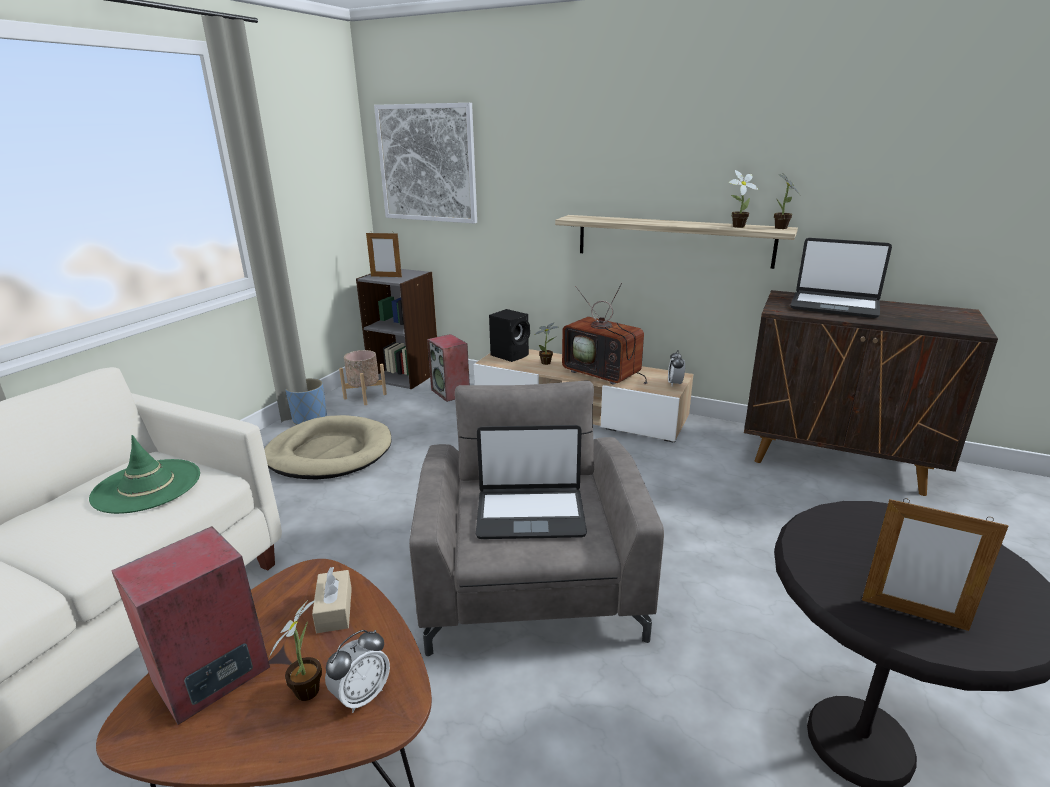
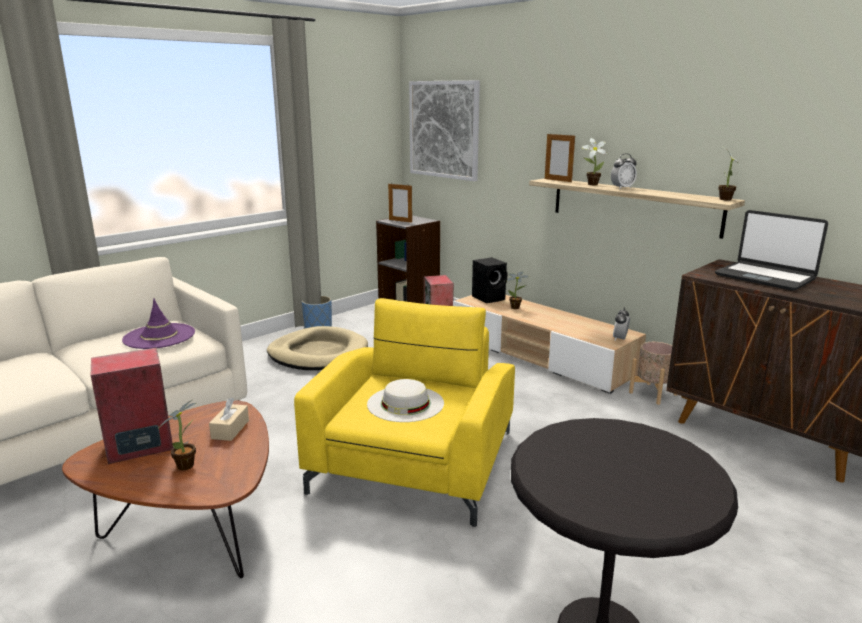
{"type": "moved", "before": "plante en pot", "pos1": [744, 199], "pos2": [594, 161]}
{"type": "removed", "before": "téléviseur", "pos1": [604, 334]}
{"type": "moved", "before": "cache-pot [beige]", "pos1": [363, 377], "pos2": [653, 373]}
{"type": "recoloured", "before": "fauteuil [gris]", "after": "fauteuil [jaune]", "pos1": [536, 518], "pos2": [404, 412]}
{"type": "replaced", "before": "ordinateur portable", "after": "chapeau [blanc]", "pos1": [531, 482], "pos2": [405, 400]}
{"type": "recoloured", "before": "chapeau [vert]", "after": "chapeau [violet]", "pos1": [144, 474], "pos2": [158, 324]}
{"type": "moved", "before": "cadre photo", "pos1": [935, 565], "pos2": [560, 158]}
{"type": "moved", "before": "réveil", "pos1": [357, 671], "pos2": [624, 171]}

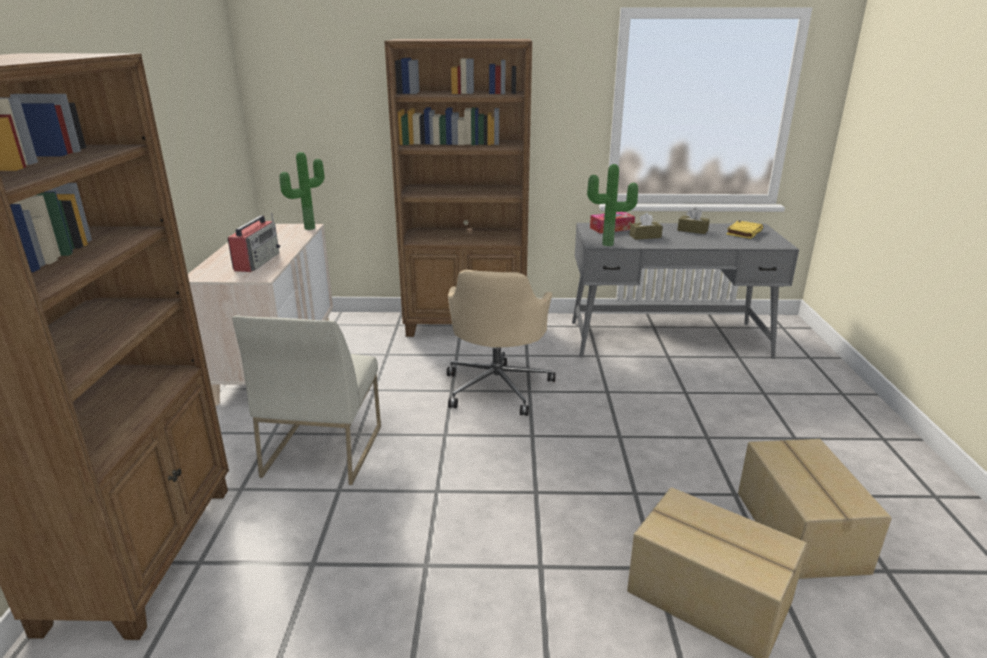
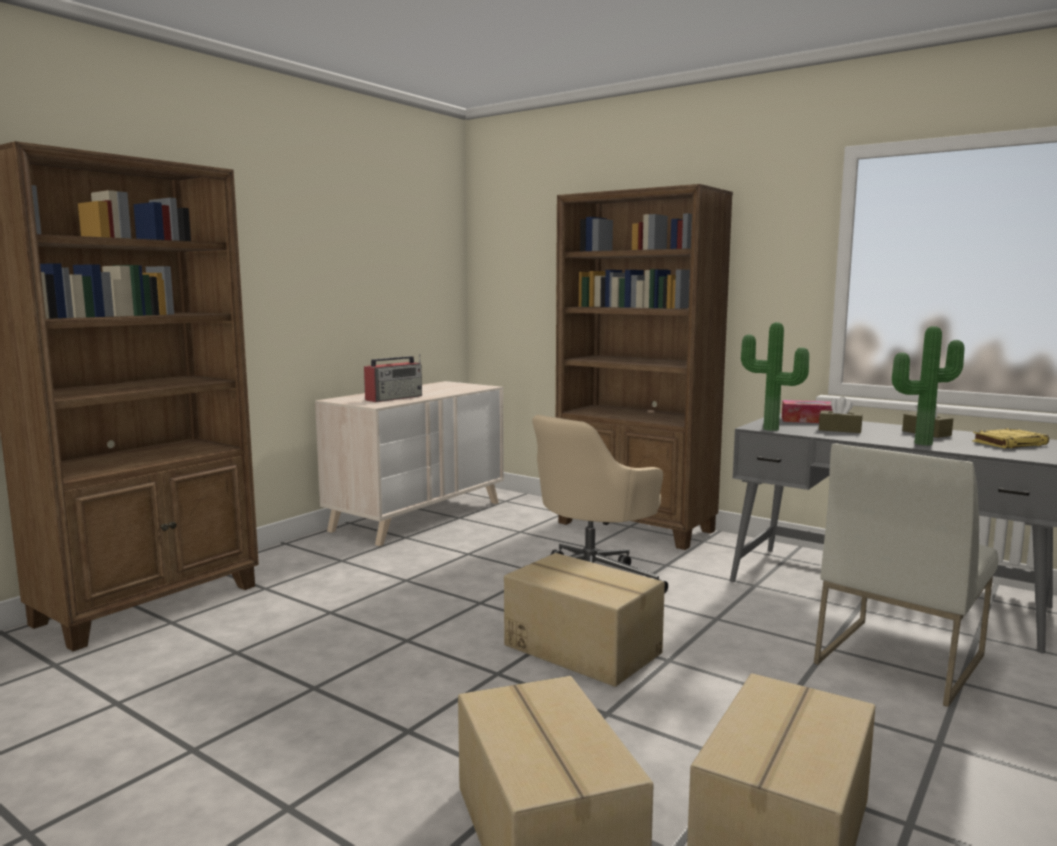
{"type": "moved", "before": "plante en pot", "pos1": [302, 191], "pos2": [928, 386]}
{"type": "moved", "before": "chaise [blanc]", "pos1": [306, 400], "pos2": [906, 575]}
{"type": "added", "after": "carton", "pos2": [584, 620]}

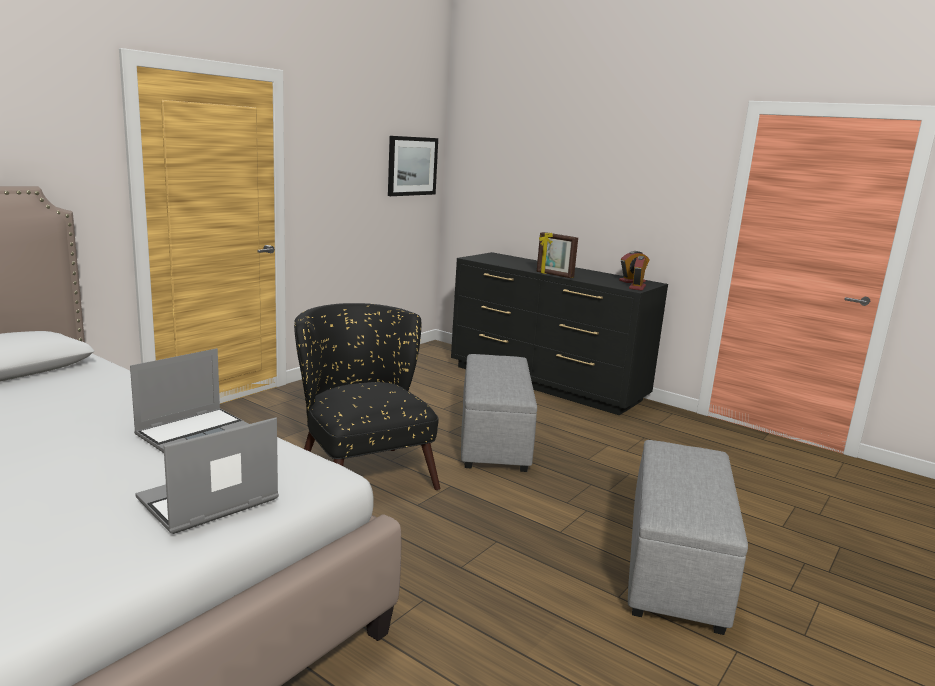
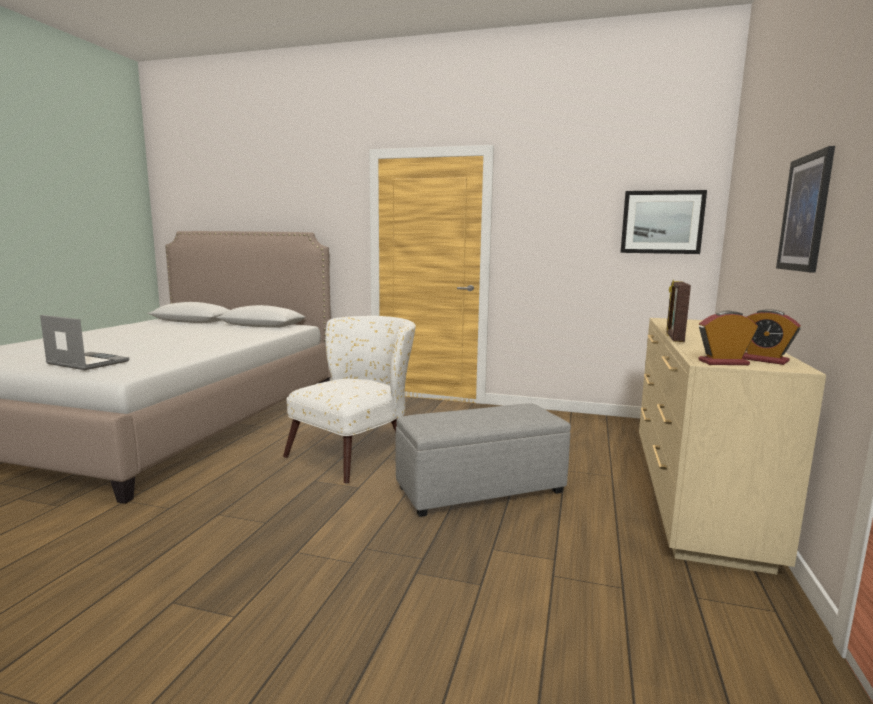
{"type": "recoloured", "before": "commode [noir]", "after": "commode [beige]", "pos1": [559, 333], "pos2": [732, 446]}
{"type": "recoloured", "before": "fauteuil [noir]", "after": "fauteuil [blanc]", "pos1": [367, 396], "pos2": [349, 400]}
{"type": "removed", "before": "ordinateur portable", "pos1": [189, 400]}
{"type": "removed", "before": "pouf [gris]", "pos1": [688, 537]}
{"type": "added", "after": "tableau", "pos2": [805, 209]}

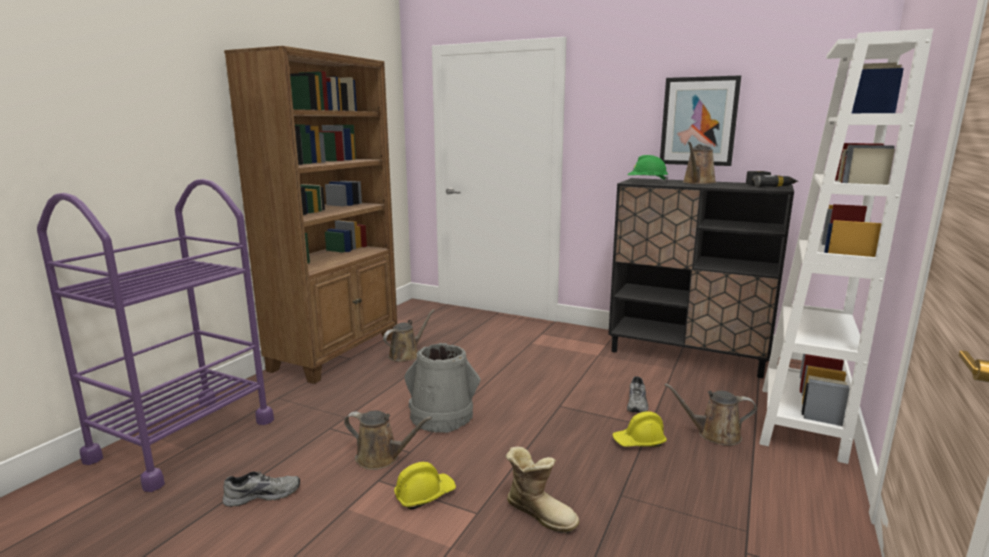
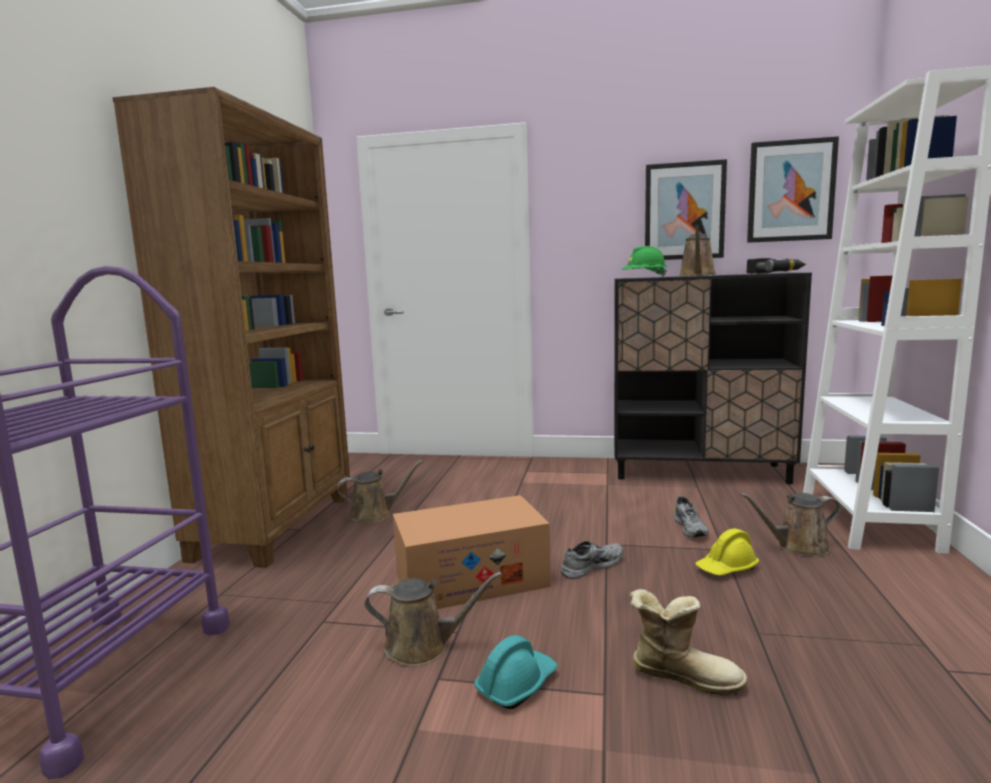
{"type": "turned", "before": "arrosoir [marron]", "pos1": [409, 335], "pos2": [380, 491], "turn": 45}
{"type": "replaced", "before": "seau [gris]", "after": "carton", "pos1": [442, 388], "pos2": [472, 552]}
{"type": "recoloured", "before": "casque de chantier [jaune]", "after": "casque de chantier [turquoise]", "pos1": [425, 486], "pos2": [516, 672]}
{"type": "moved", "before": "chaussure [gris]", "pos1": [261, 489], "pos2": [592, 560]}
{"type": "added", "after": "tableau", "pos2": [793, 189]}

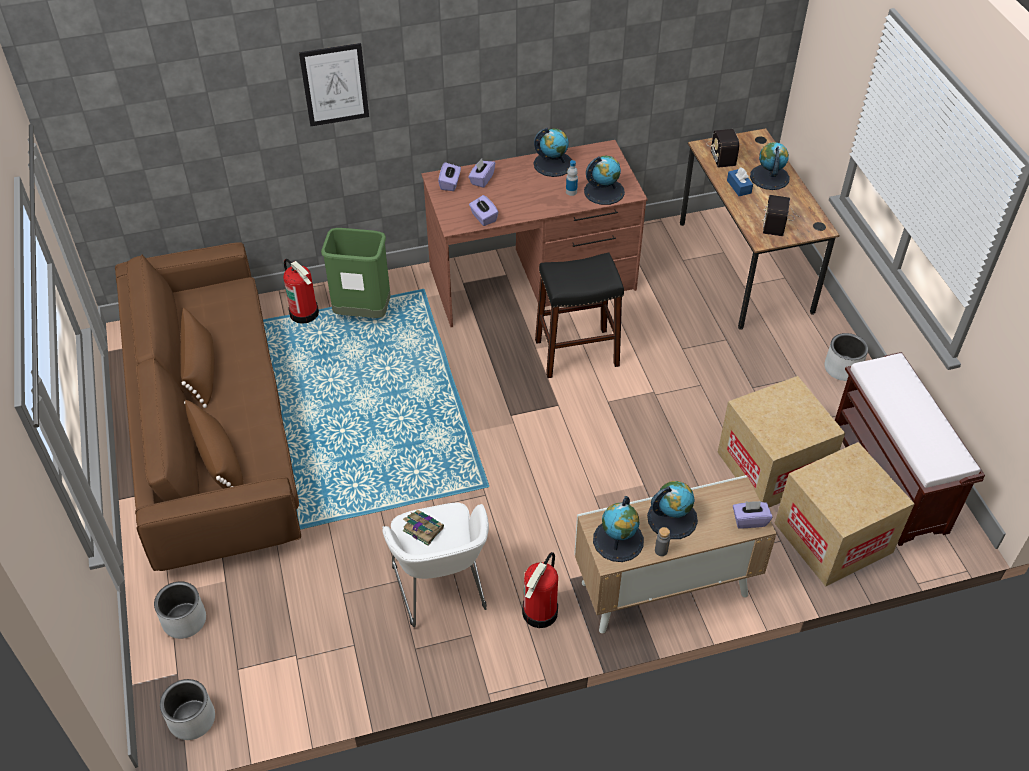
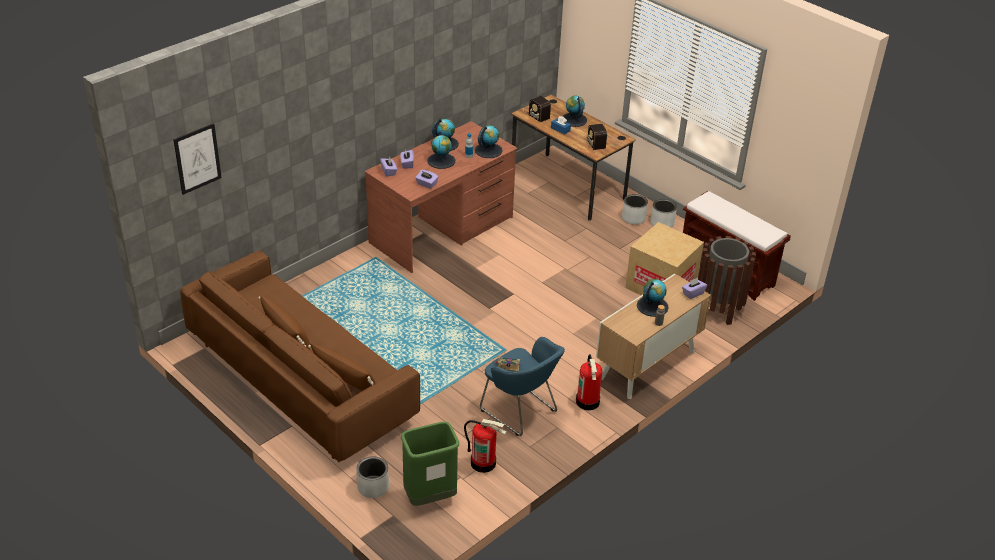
{"type": "moved", "before": "tableau", "pos1": [334, 84], "pos2": [197, 159]}
{"type": "moved", "before": "poubelle [vert]", "pos1": [356, 273], "pos2": [430, 464]}
{"type": "removed", "before": "tabouret [noir]", "pos1": [579, 315]}
{"type": "moved", "before": "extincteur", "pos1": [301, 291], "pos2": [485, 446]}
{"type": "replaced", "before": "carton", "after": "poubelle [marron]", "pos1": [845, 514], "pos2": [727, 280]}
{"type": "moved", "before": "globe", "pos1": [618, 529], "pos2": [441, 150]}
{"type": "recoloured", "before": "fauteuil [blanc]", "after": "fauteuil [bleu]", "pos1": [436, 565], "pos2": [522, 386]}
{"type": "moved", "before": "cache-pot [gris]", "pos1": [187, 709], "pos2": [635, 209]}

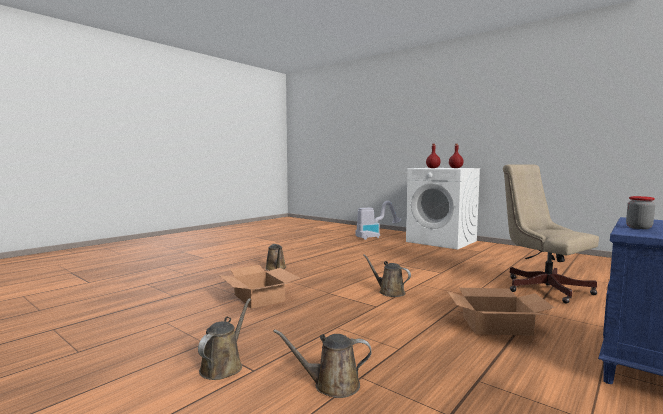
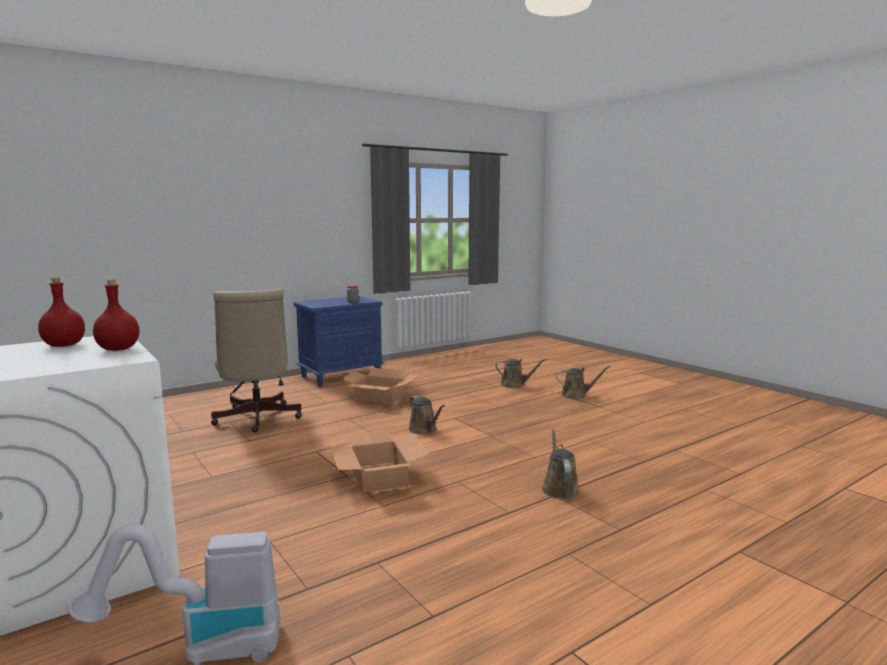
{"type": "moved", "before": "carton", "pos1": [259, 287], "pos2": [379, 461]}
{"type": "turned", "before": "arrosoir [marron]", "pos1": [224, 339], "pos2": [583, 382], "turn": -120}

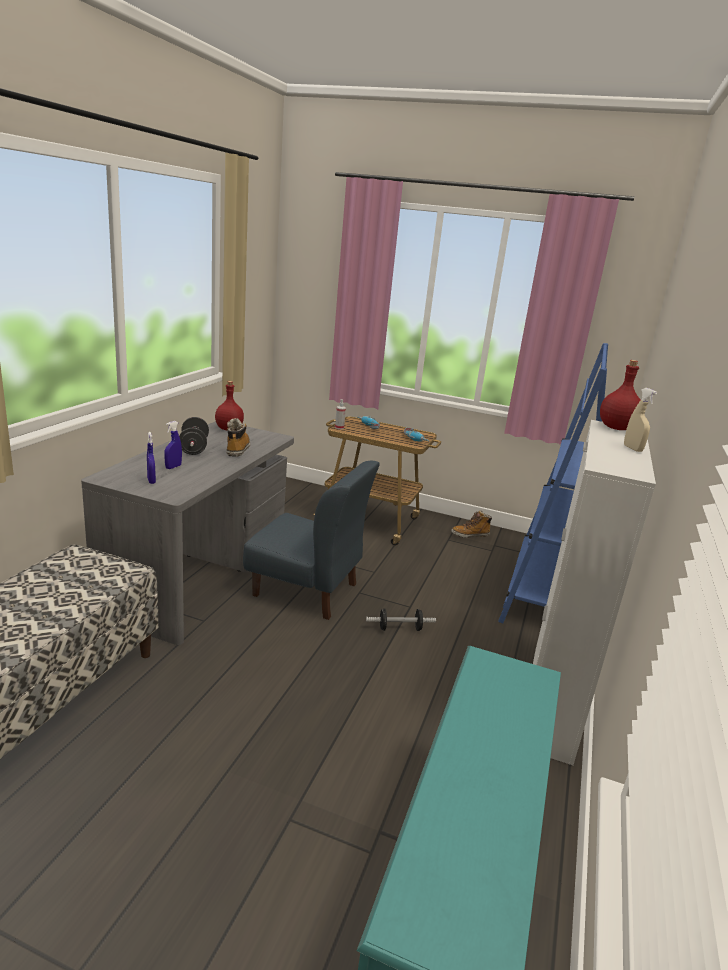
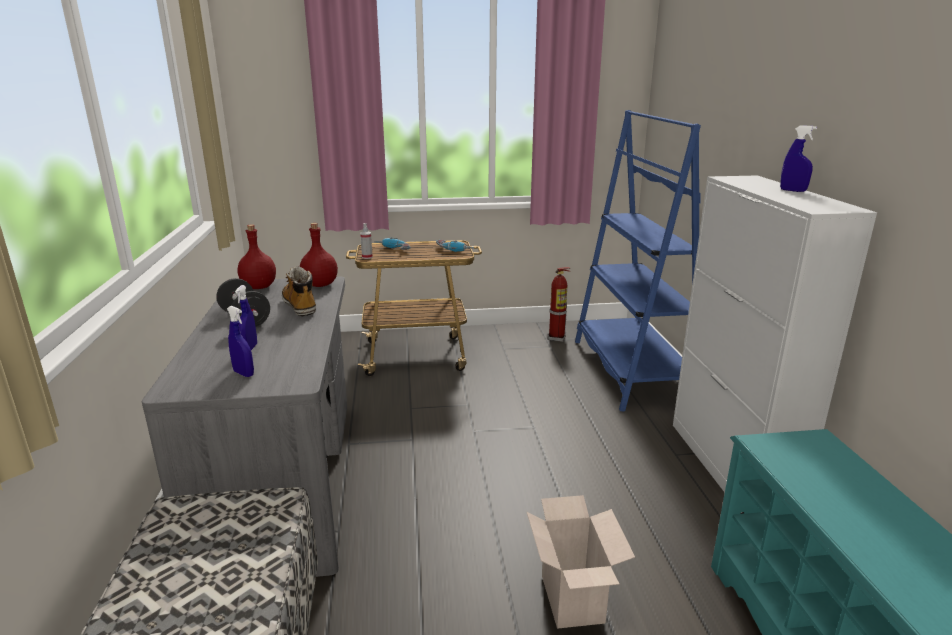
{"type": "moved", "before": "bouteille [rouge]", "pos1": [620, 395], "pos2": [319, 255]}
{"type": "recoloured", "before": "vaporisateur [beige]", "after": "vaporisateur [bleu]", "pos1": [640, 420], "pos2": [798, 158]}
{"type": "removed", "before": "chaise [bleu]", "pos1": [311, 540]}
{"type": "removed", "before": "botte", "pos1": [472, 524]}
{"type": "removed", "before": "haltère", "pos1": [401, 619]}
{"type": "added", "after": "extincteur", "pos2": [559, 304]}
{"type": "added", "after": "carton", "pos2": [581, 562]}

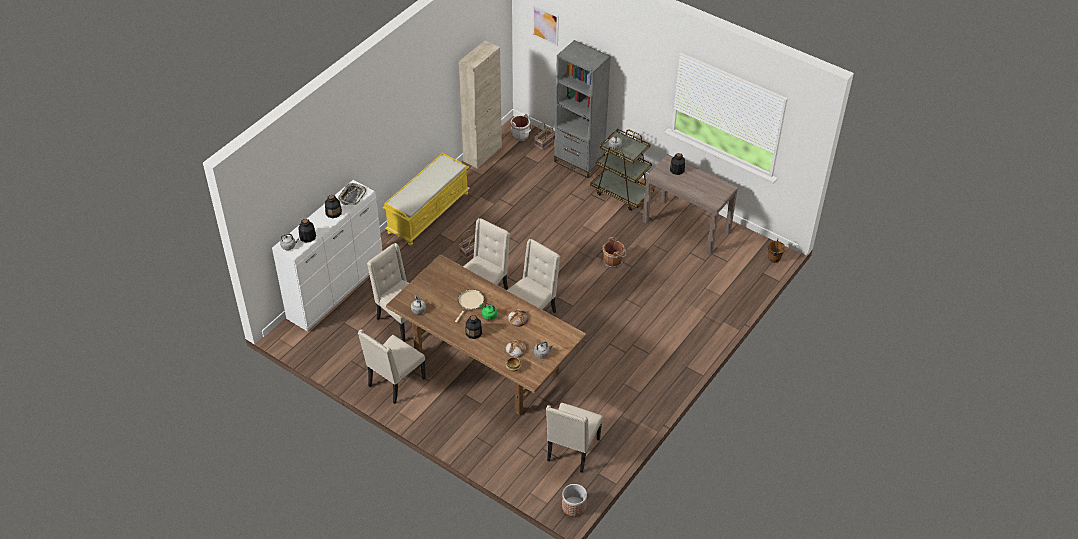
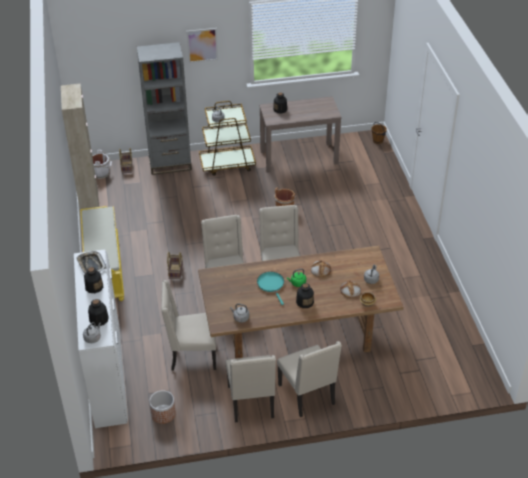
{"type": "moved", "before": "tableau", "pos1": [546, 25], "pos2": [202, 45]}
{"type": "recoloured", "before": "poêle [beige]", "after": "poêle [turquoise]", "pos1": [469, 306], "pos2": [270, 288]}
{"type": "moved", "before": "chaise [beige]", "pos1": [574, 438], "pos2": [309, 379]}
{"type": "moved", "before": "cache-pot", "pos1": [574, 500], "pos2": [162, 407]}

